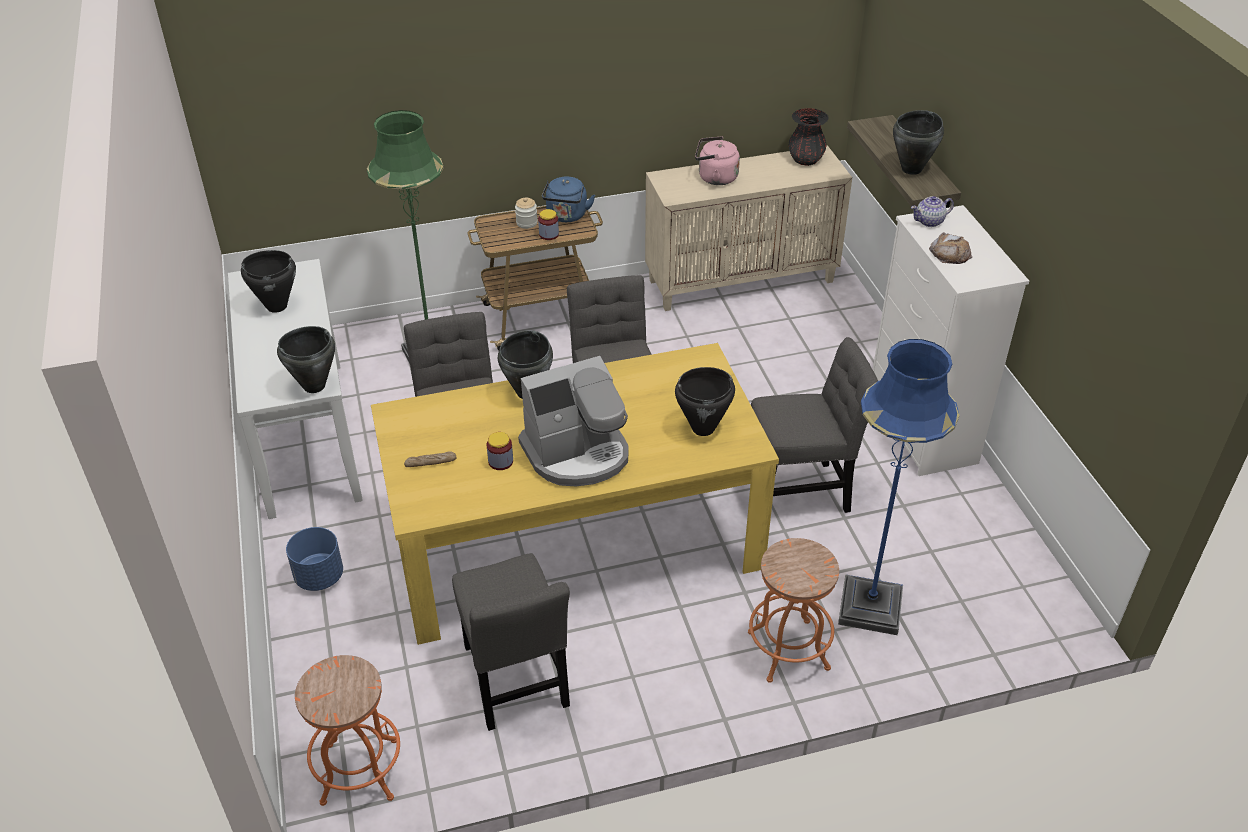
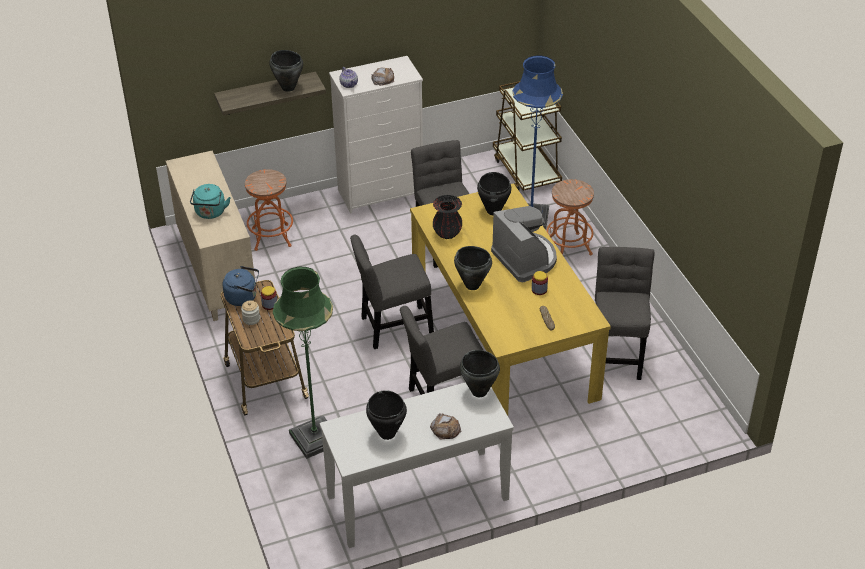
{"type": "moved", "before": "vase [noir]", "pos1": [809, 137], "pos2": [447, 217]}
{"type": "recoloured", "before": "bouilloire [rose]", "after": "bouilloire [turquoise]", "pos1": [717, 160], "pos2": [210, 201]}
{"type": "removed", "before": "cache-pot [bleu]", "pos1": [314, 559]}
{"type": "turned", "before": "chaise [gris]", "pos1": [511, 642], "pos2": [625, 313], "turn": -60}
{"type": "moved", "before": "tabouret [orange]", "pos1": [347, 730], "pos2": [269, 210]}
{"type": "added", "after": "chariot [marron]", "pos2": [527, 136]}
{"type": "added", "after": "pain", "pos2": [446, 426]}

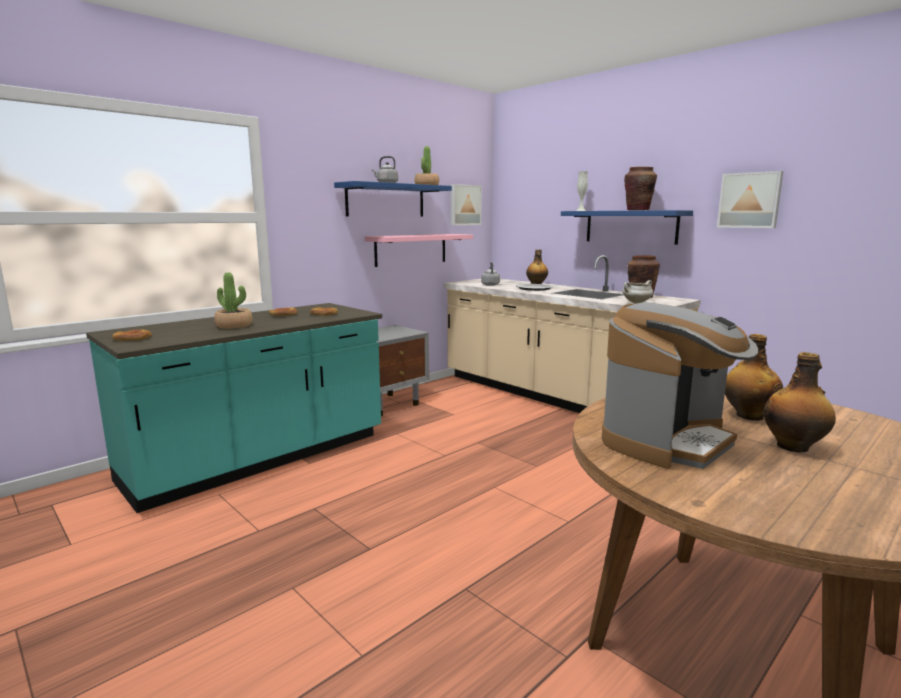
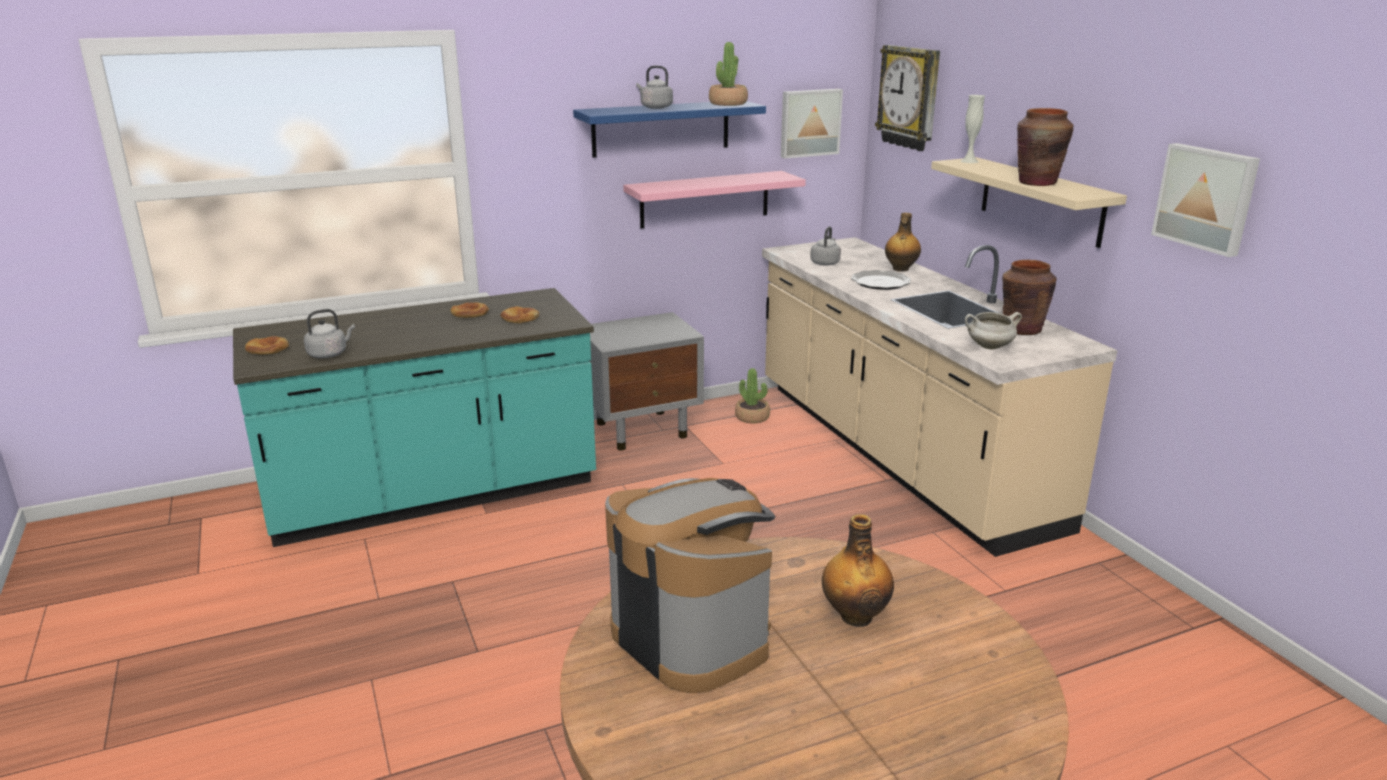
{"type": "recoloured", "before": "étagère [bleu]", "after": "étagère [beige]", "pos1": [627, 227], "pos2": [1029, 202]}
{"type": "moved", "before": "plante en pot", "pos1": [233, 300], "pos2": [752, 396]}
{"type": "turned", "before": "machine à café", "pos1": [680, 385], "pos2": [690, 585], "turn": -105}
{"type": "removed", "before": "bouteille", "pos1": [800, 402]}
{"type": "added", "after": "horloge murale", "pos2": [907, 98]}
{"type": "added", "after": "bouilloire [gris]", "pos2": [329, 333]}

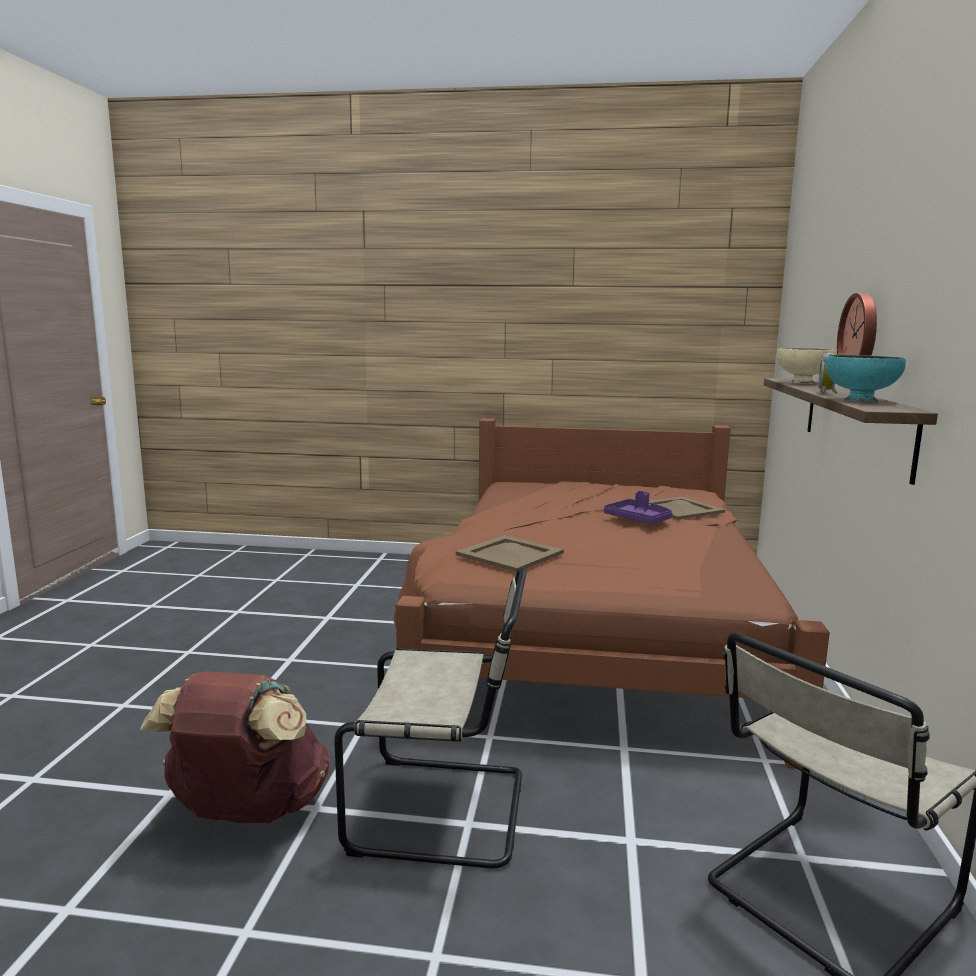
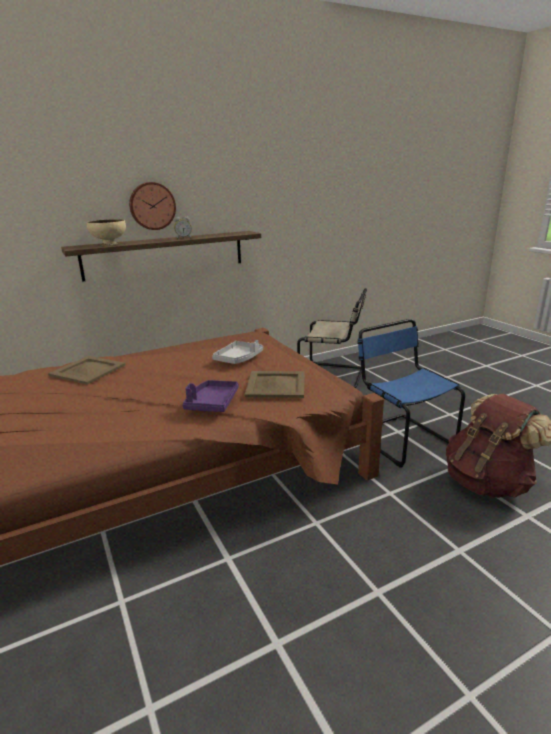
{"type": "removed", "before": "bol [turquoise]", "pos1": [866, 378]}
{"type": "moved", "before": "plateau [violet]", "pos1": [638, 507], "pos2": [210, 396]}
{"type": "recoloured", "before": "chaise [beige]", "after": "chaise [bleu]", "pos1": [430, 718], "pos2": [411, 393]}
{"type": "added", "after": "plateau [gris]", "pos2": [237, 352]}

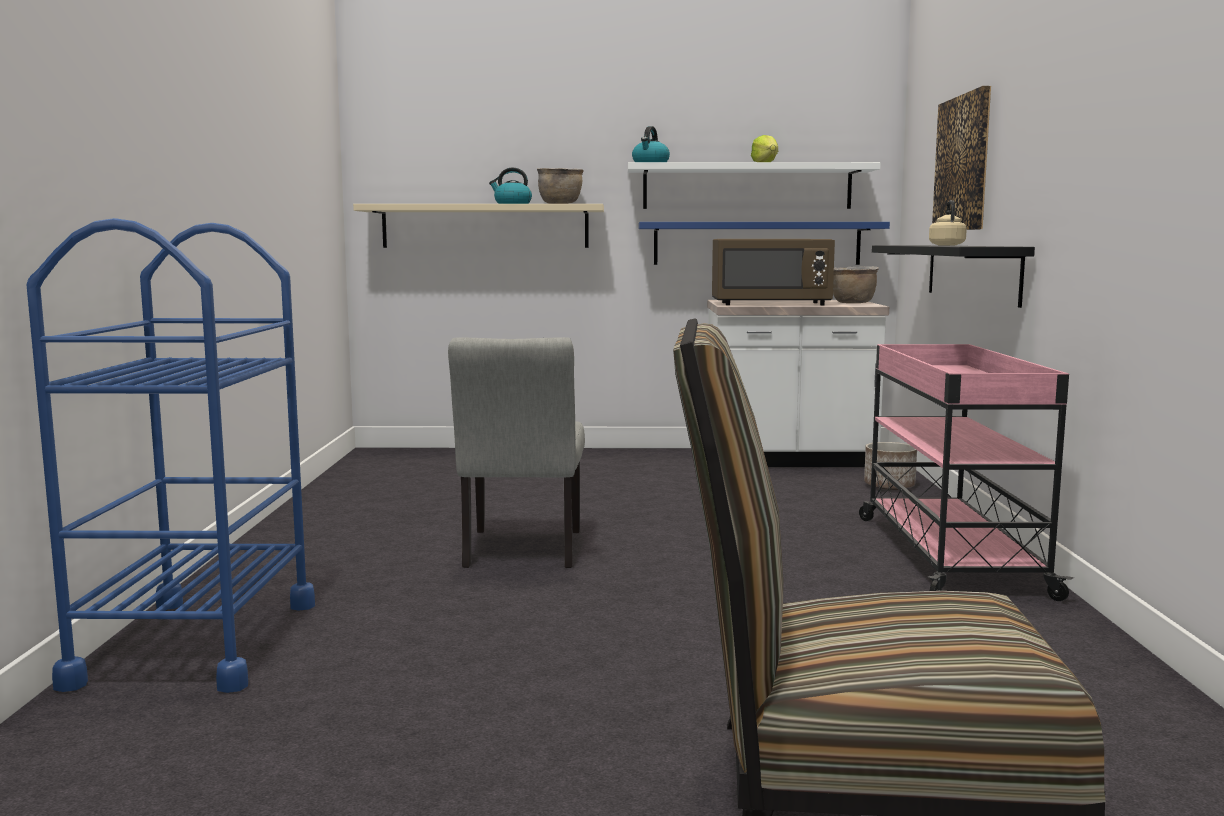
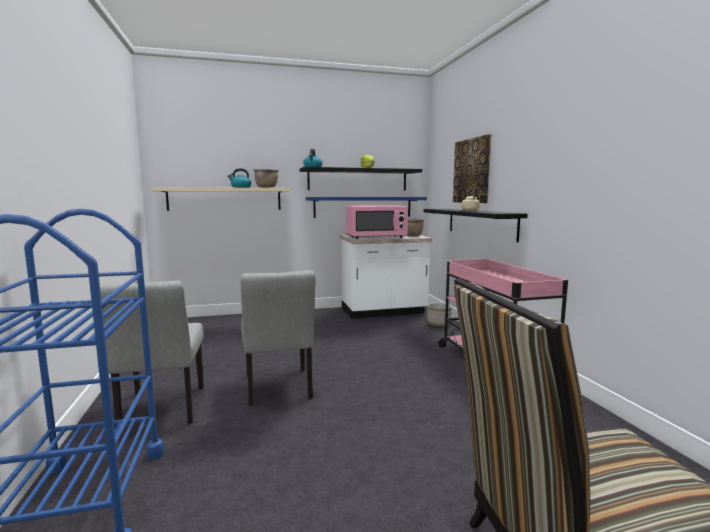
{"type": "recoloured", "before": "étagère [blanc]", "after": "étagère [noir]", "pos1": [754, 185], "pos2": [360, 179]}
{"type": "recoloured", "before": "micro-ondes [marron]", "after": "micro-ondes [rose]", "pos1": [773, 272], "pos2": [377, 222]}
{"type": "added", "after": "chaise [gris]", "pos2": [152, 354]}

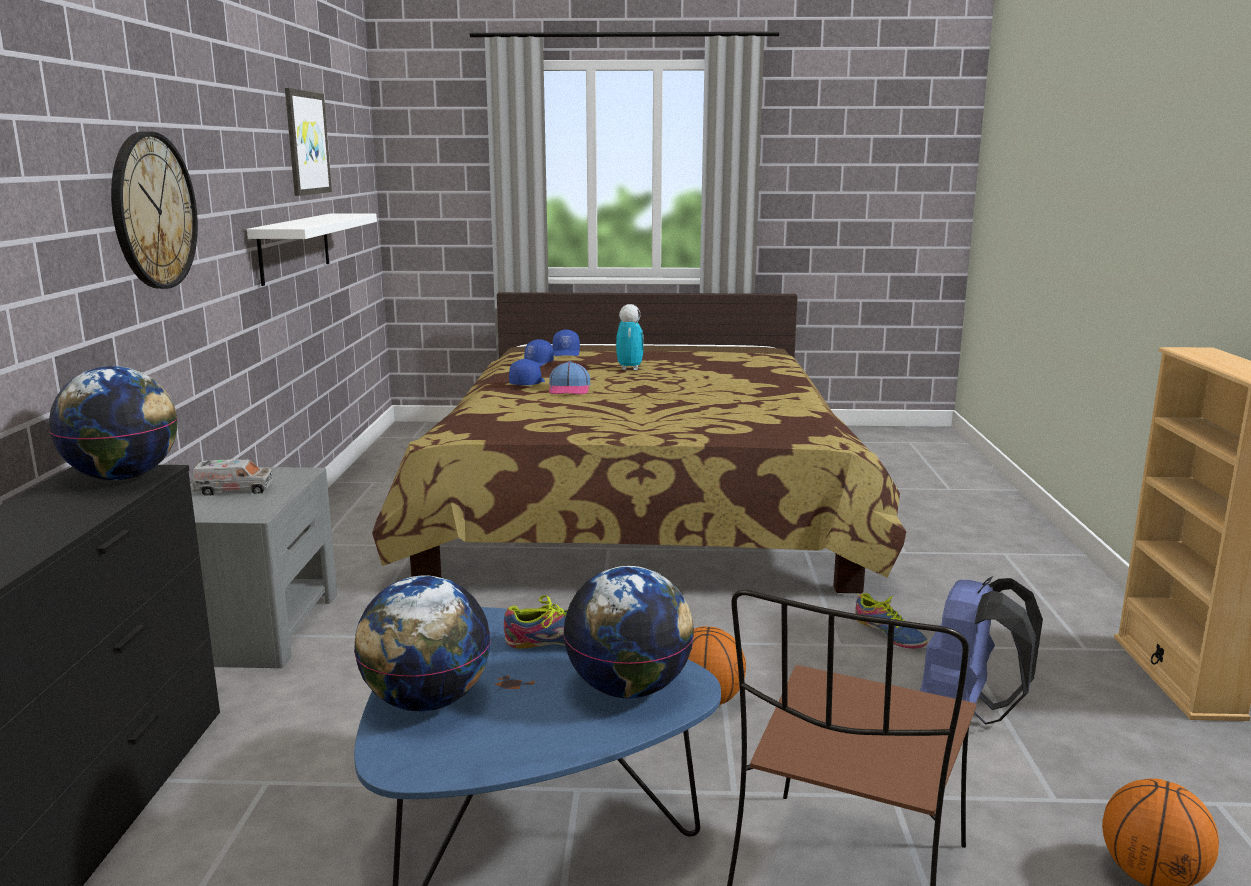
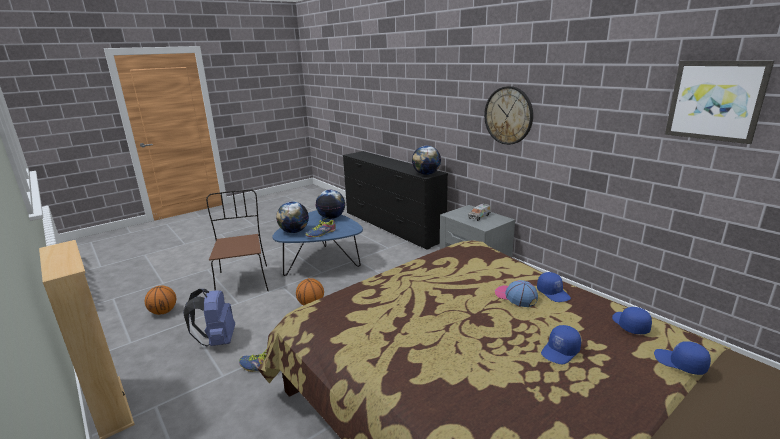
{"type": "removed", "before": "étagère [blanc]", "pos1": [312, 250]}
{"type": "replaced", "before": "robot jouet", "after": "casquette [bleu]", "pos1": [630, 337], "pos2": [561, 345]}

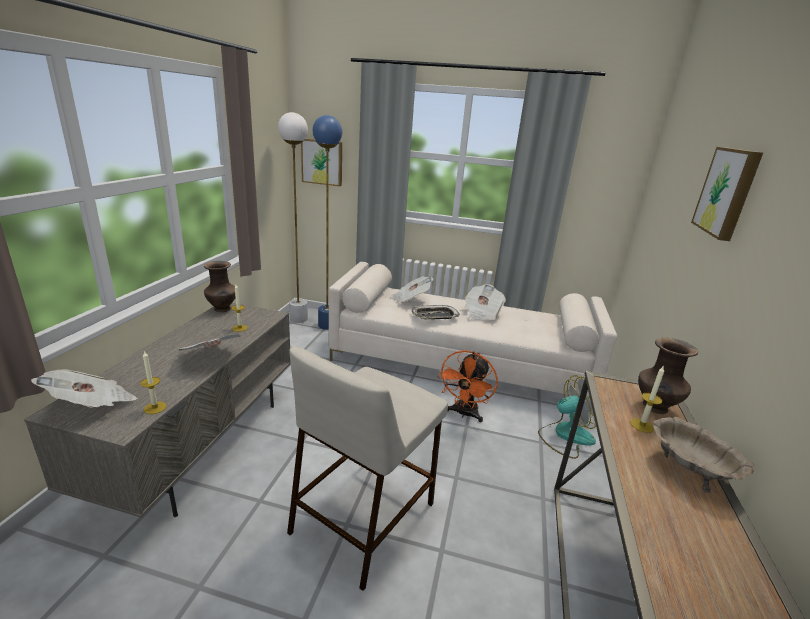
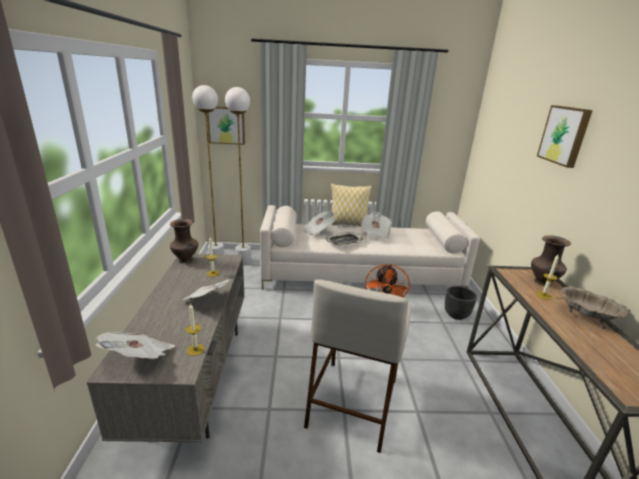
{"type": "recoloured", "before": "lampadaire [bleu]", "after": "lampadaire [blanc]", "pos1": [327, 222], "pos2": [238, 176]}
{"type": "replaced", "before": "ventilateur", "after": "cache-pot [noir]", "pos1": [567, 417], "pos2": [461, 303]}
{"type": "added", "after": "coussin", "pos2": [351, 204]}

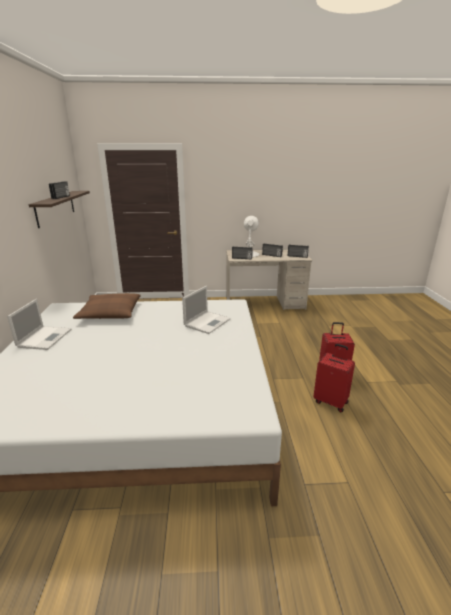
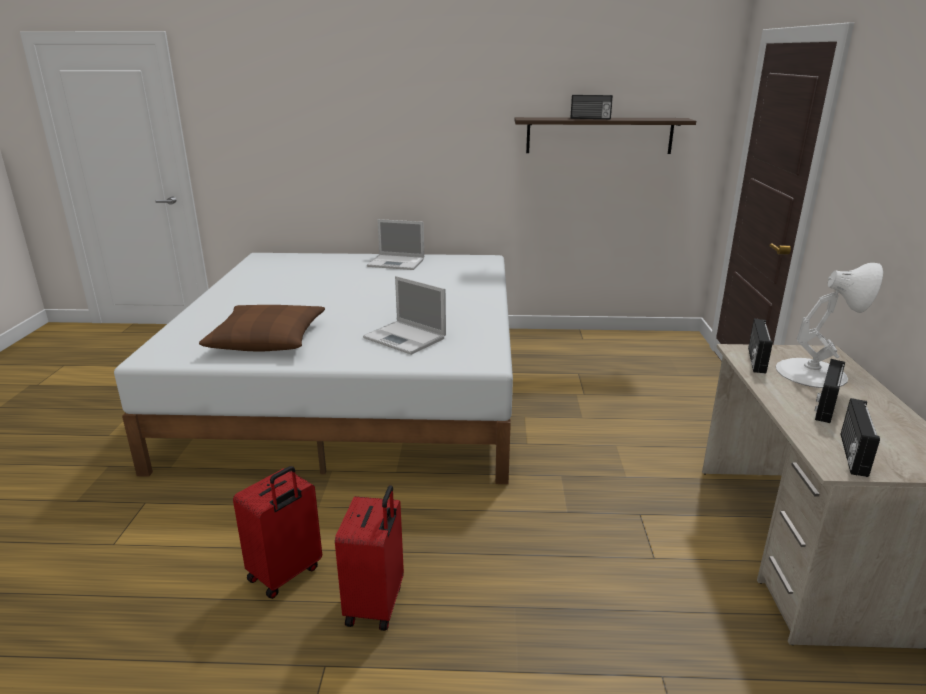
{"type": "moved", "before": "coussin [marron]", "pos1": [107, 306], "pos2": [262, 328]}

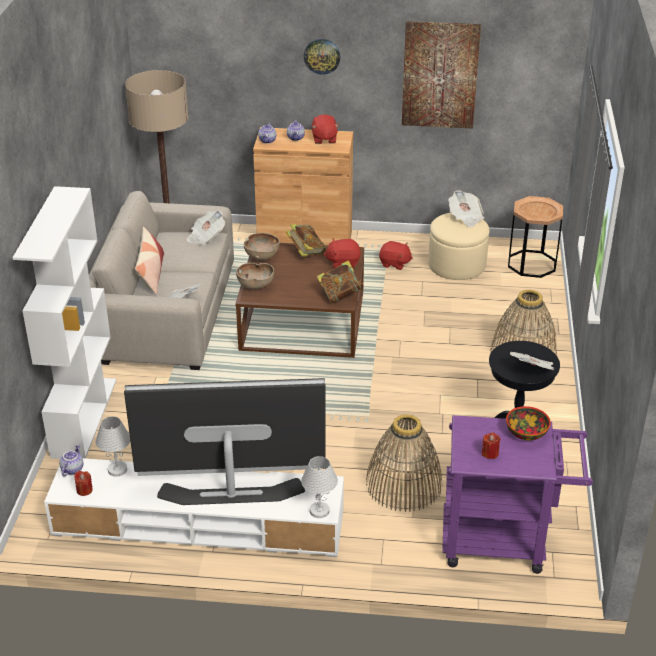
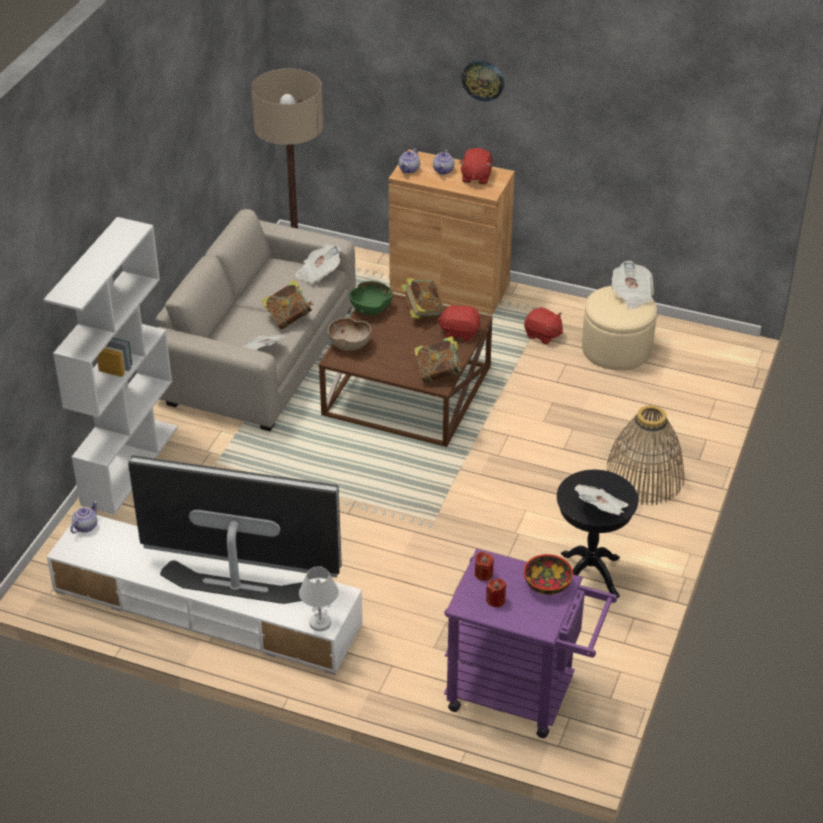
{"type": "removed", "before": "tableau", "pos1": [441, 74]}
{"type": "removed", "before": "table d'appoint [marron]", "pos1": [535, 237]}
{"type": "removed", "before": "coussin", "pos1": [149, 260]}
{"type": "recoloured", "before": "bol [marron]", "after": "bol [vert]", "pos1": [262, 246], "pos2": [371, 298]}
{"type": "removed", "before": "panier", "pos1": [404, 463]}
{"type": "removed", "before": "lampe de table [blanc]", "pos1": [113, 446]}
{"type": "moved", "before": "bougie [rouge]", "pos1": [83, 483], "pos2": [484, 566]}
{"type": "added", "after": "livre", "pos2": [287, 304]}

